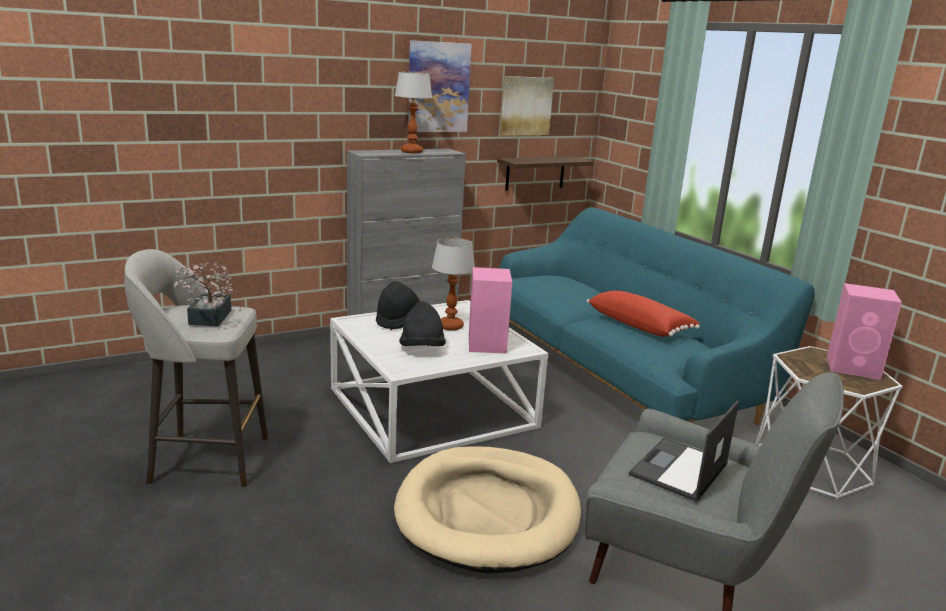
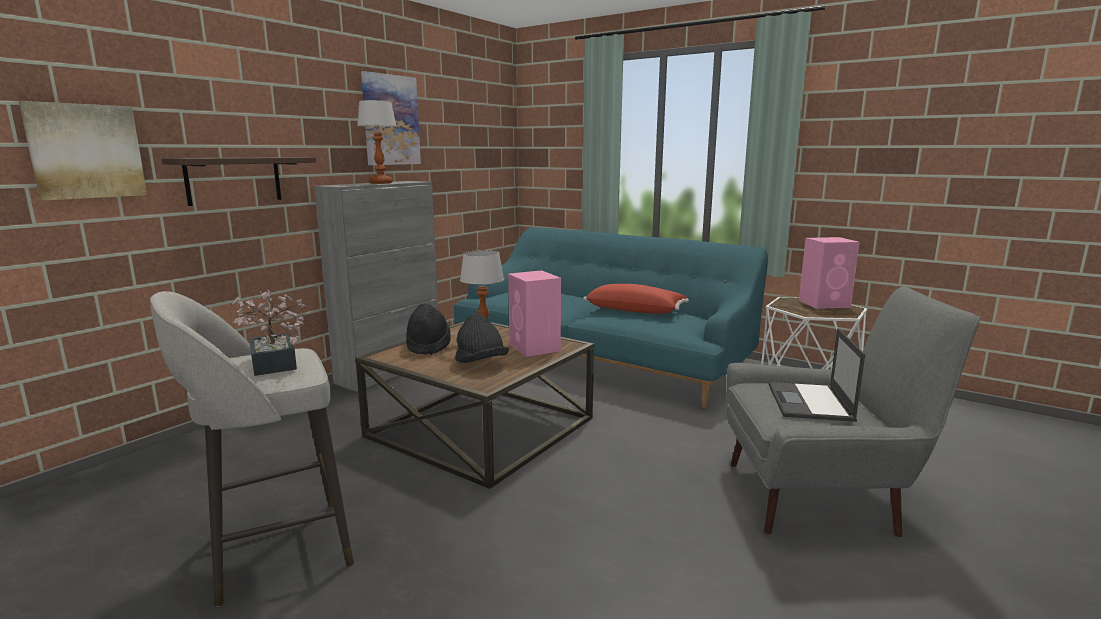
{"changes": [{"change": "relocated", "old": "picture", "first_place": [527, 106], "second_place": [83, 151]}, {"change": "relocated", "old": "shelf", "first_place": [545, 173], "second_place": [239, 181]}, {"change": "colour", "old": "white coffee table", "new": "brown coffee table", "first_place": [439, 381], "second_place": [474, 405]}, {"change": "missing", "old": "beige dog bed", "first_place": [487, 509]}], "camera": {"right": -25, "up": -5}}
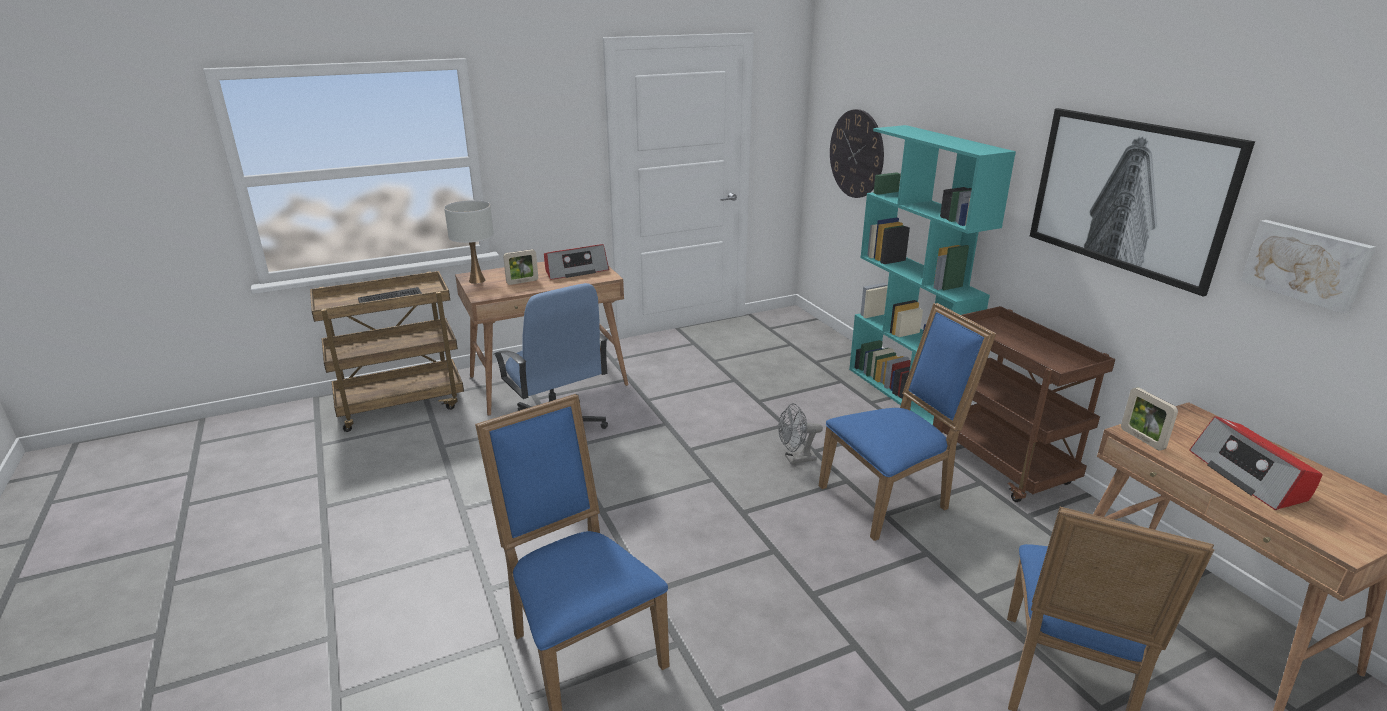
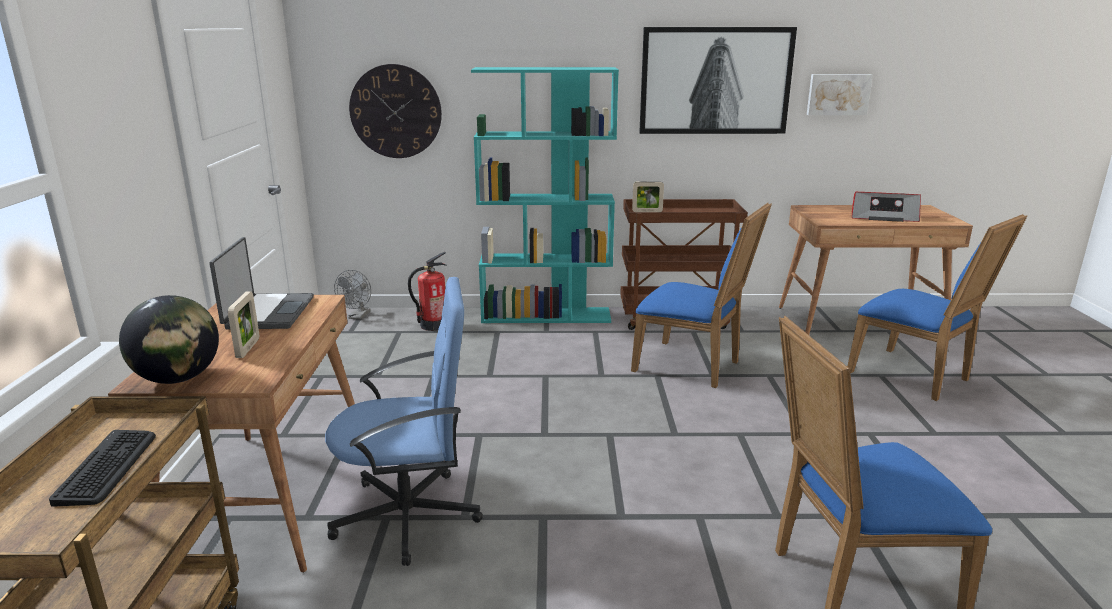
{"changes": [{"change": "exchanged", "old": "white table lamp", "new": "globe", "first_place": [469, 242], "second_place": [169, 339]}, {"change": "exchanged", "old": "radio", "new": "laptop", "first_place": [576, 262], "second_place": [261, 283]}, {"change": "relocated", "old": "grey fan", "first_place": [800, 433], "second_place": [352, 295]}, {"change": "appeared", "new": "fire extinguisher", "second_place": [427, 291]}, {"change": "spun", "old": "blue chair", "first_place": [907, 422], "second_place": [701, 295], "degrees": 120}, {"change": "relocated", "old": "picture frame", "first_place": [1149, 419], "second_place": [648, 197]}], "camera": {"right": -65, "up": -5}}
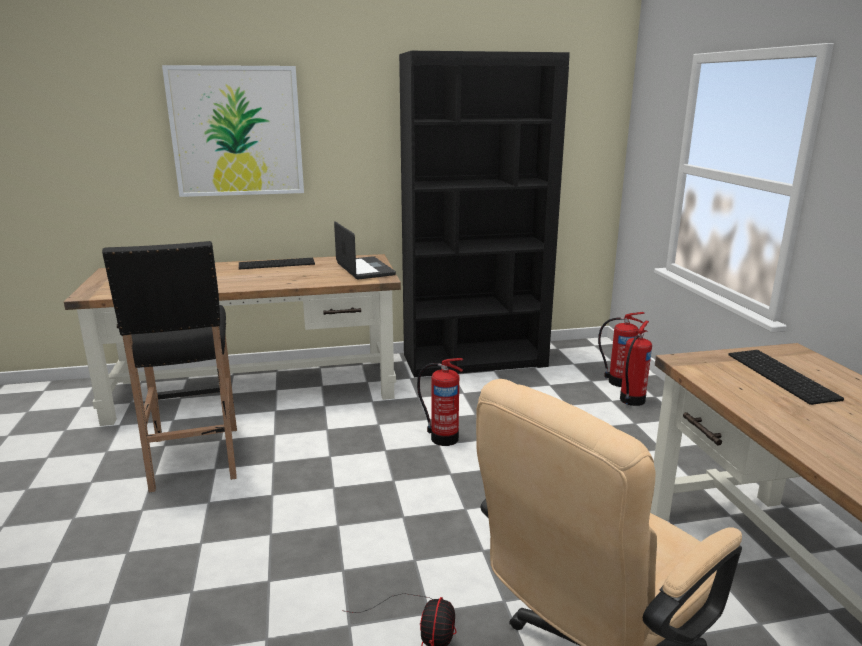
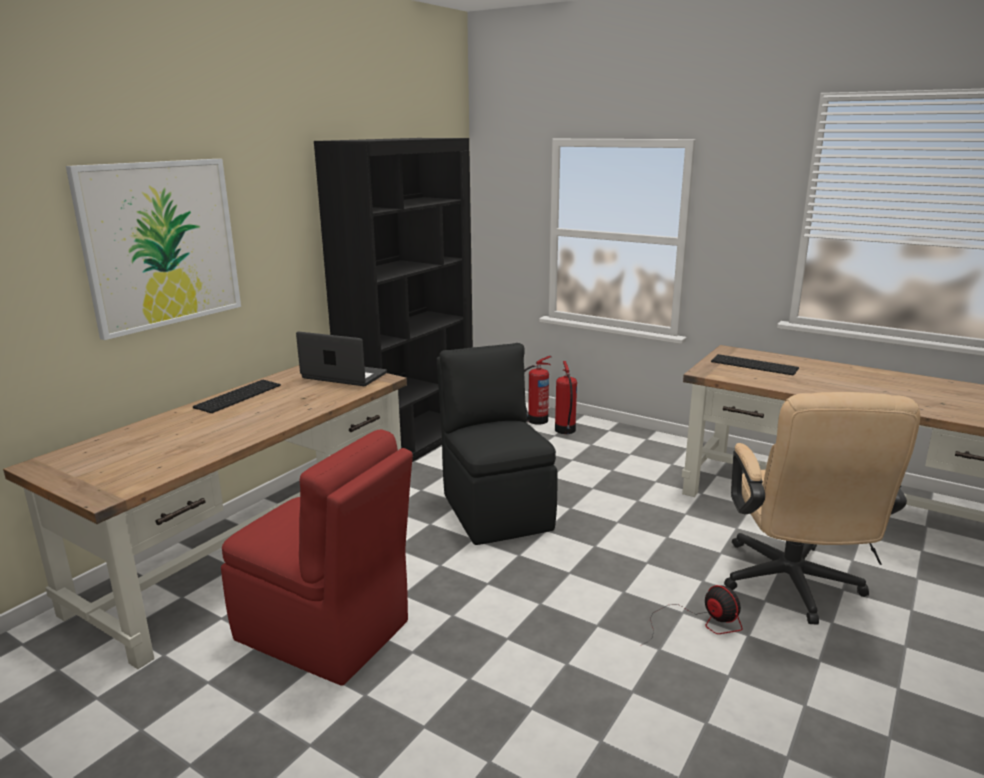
{"changes": [{"change": "exchanged", "old": "black stool", "new": "red chair", "first_place": [169, 367], "second_place": [317, 557]}, {"change": "exchanged", "old": "fire extinguisher", "new": "black chair", "first_place": [440, 402], "second_place": [497, 444]}], "camera": {"right": -45, "up": 0}}
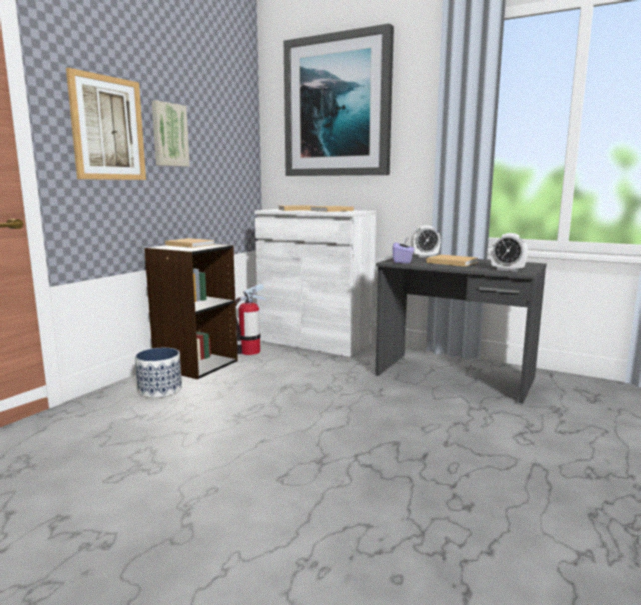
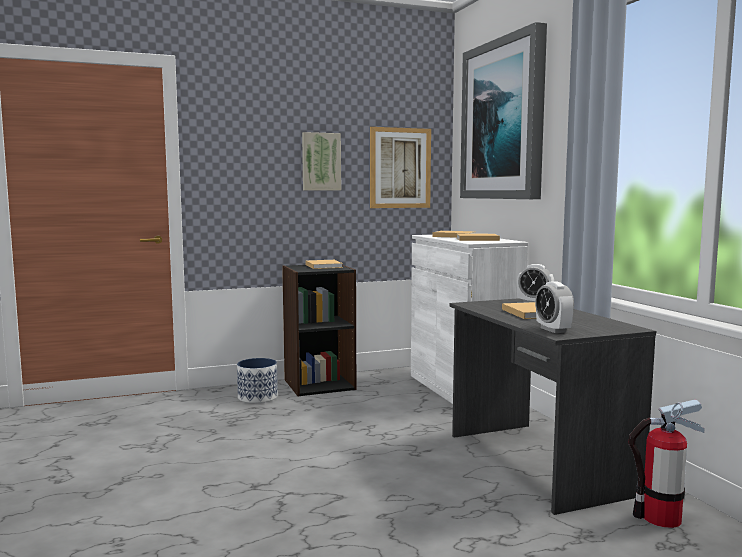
{"changes": [{"change": "relocated", "old": "picture", "first_place": [106, 124], "second_place": [400, 167]}, {"change": "relocated", "old": "fire extinguisher", "first_place": [250, 319], "second_place": [666, 463]}, {"change": "missing", "old": "purple tissue box", "first_place": [403, 251]}], "camera": {"right": 40, "up": -5}}
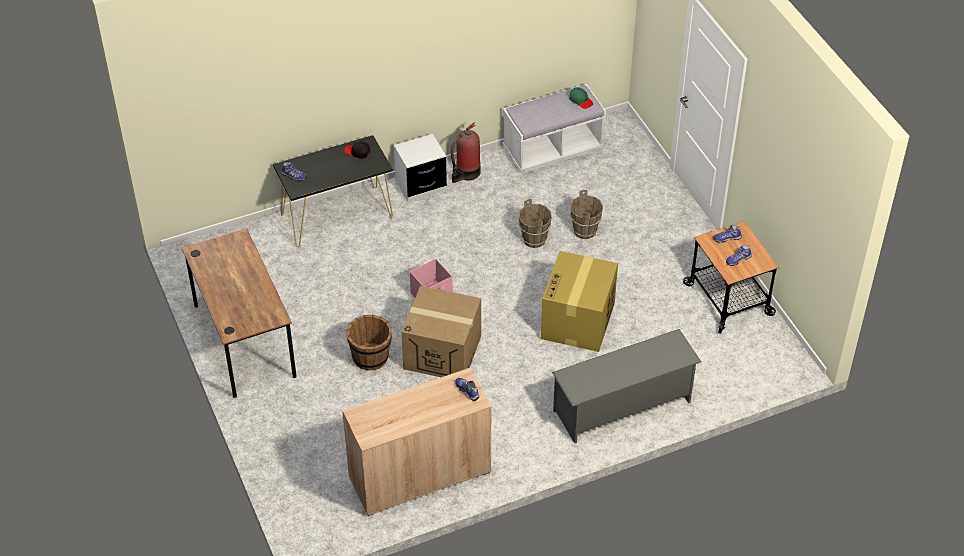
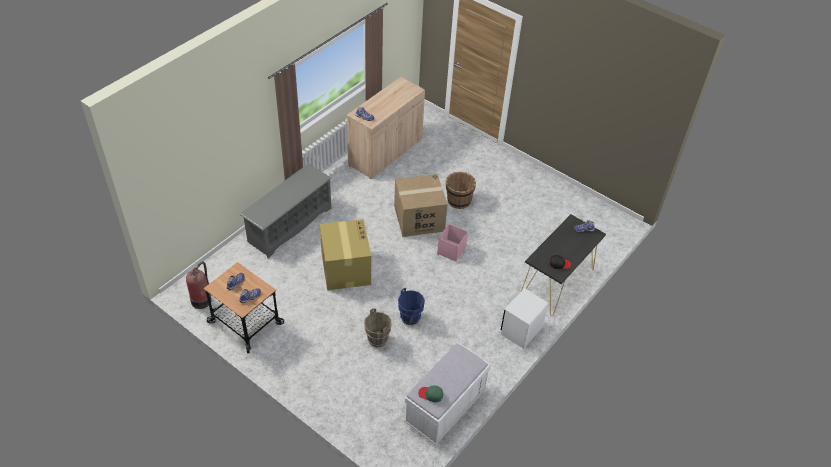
{"changes": [{"change": "relocated", "old": "fire extinguisher", "first_place": [466, 152], "second_place": [198, 285]}, {"change": "colour", "old": "brown bucket", "new": "blue bucket", "first_place": [535, 223], "second_place": [411, 306]}, {"change": "missing", "old": "brown desk", "first_place": [239, 313]}], "camera": {"right": 150, "up": 0}}
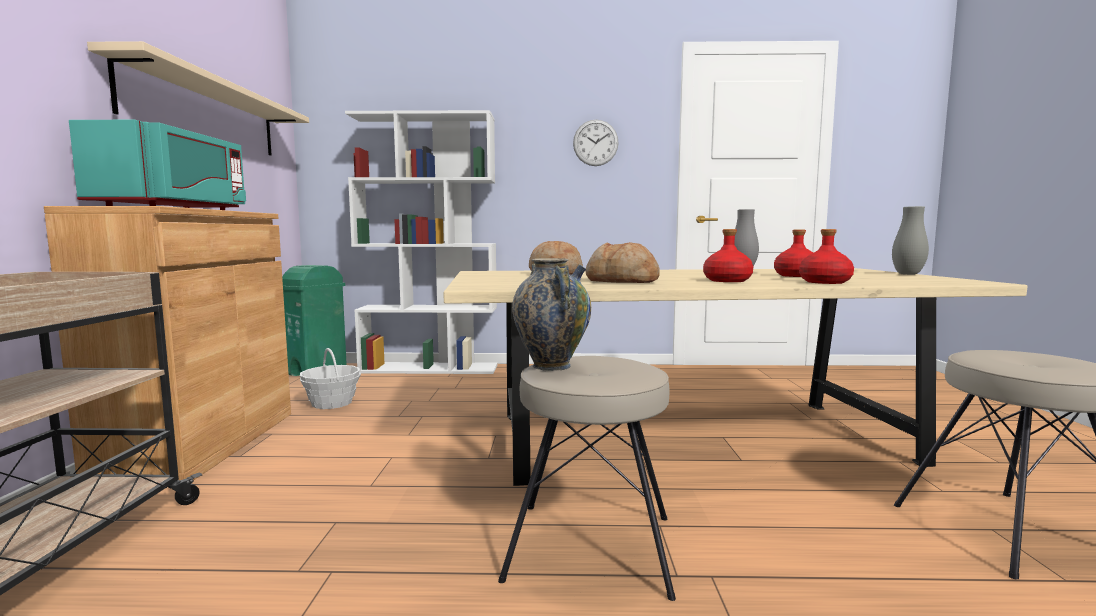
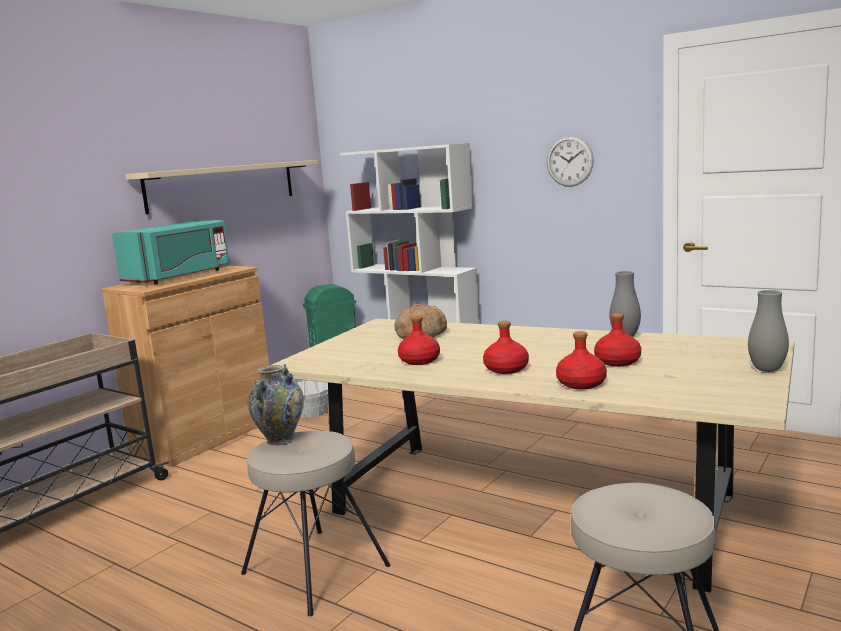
{"changes": [{"change": "exchanged", "old": "bread", "new": "red bottle", "first_place": [622, 262], "second_place": [419, 340]}], "camera": {"right": 35, "up": 5}}
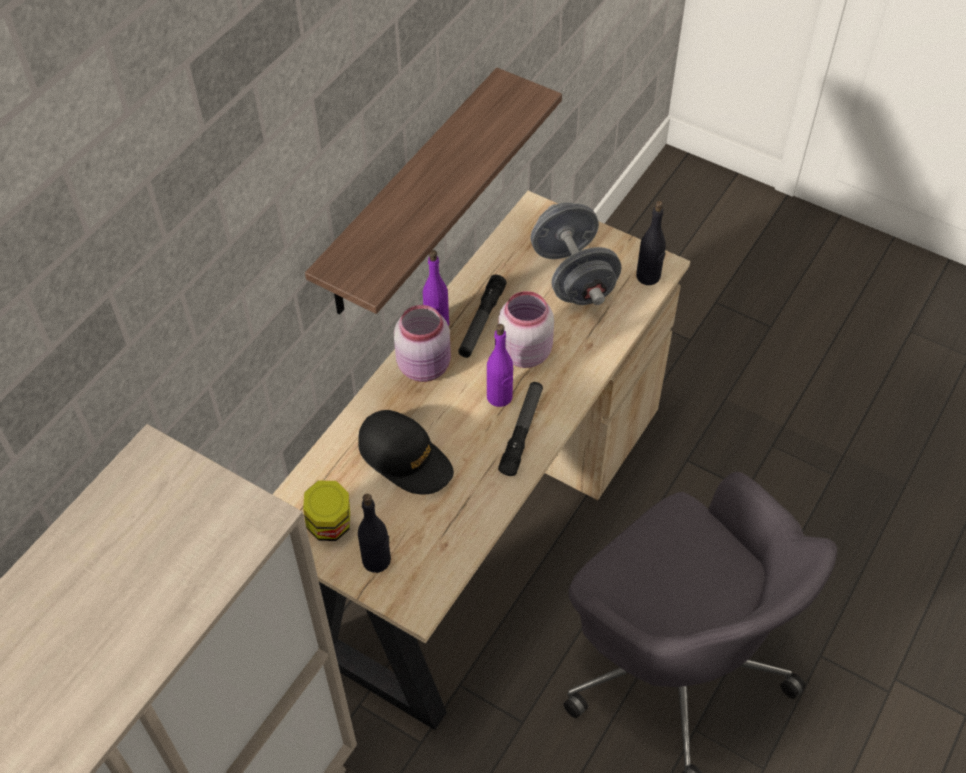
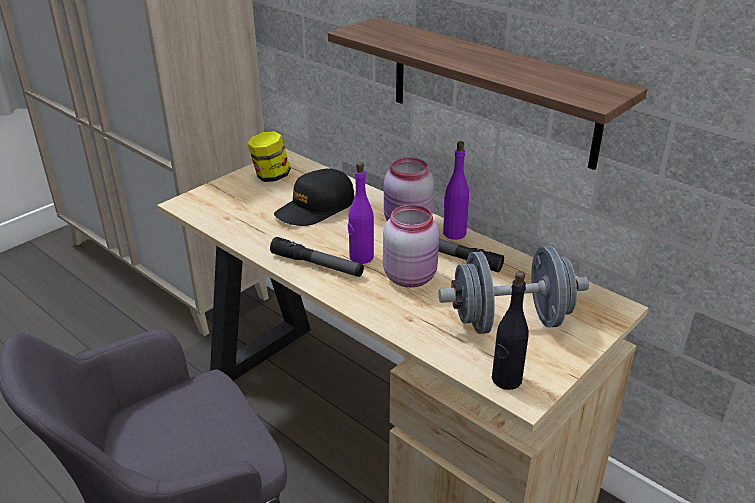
{"changes": [{"change": "missing", "old": "black bottle", "first_place": [374, 533]}], "camera": {"right": 100, "up": -20}}
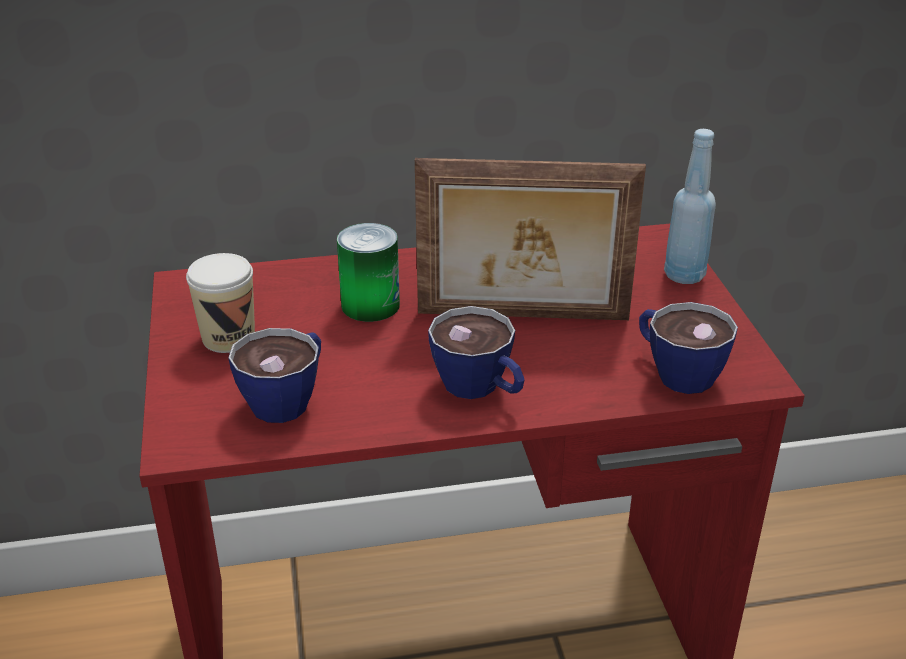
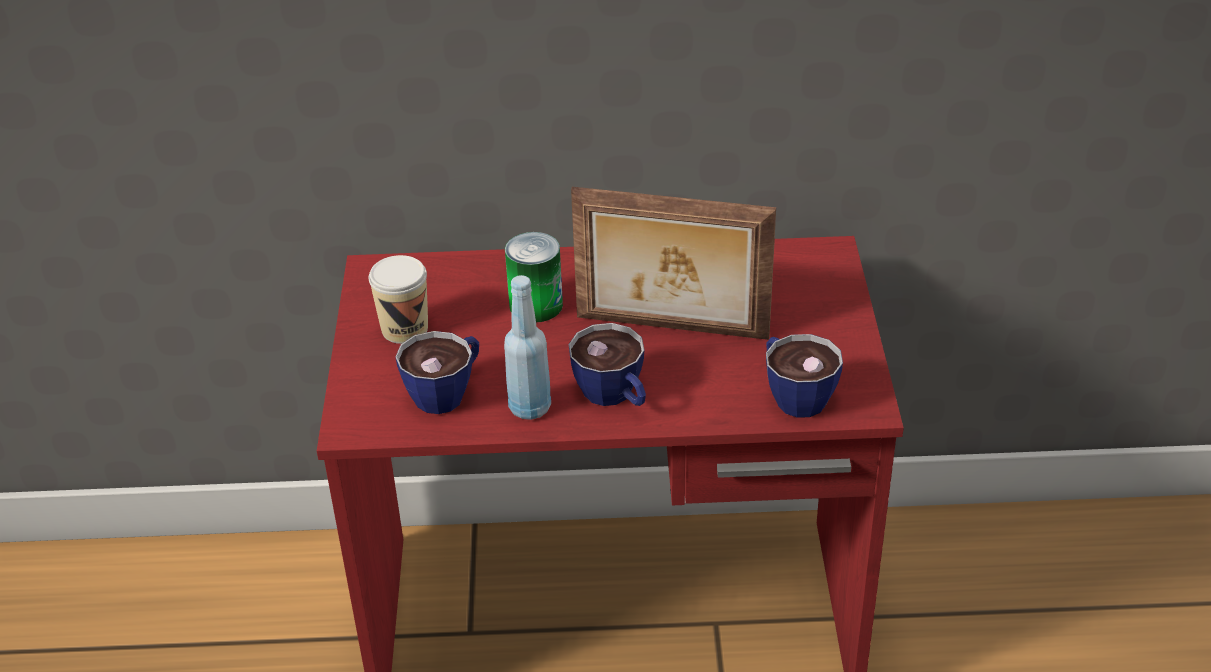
{"changes": [{"change": "relocated", "old": "blue bottle", "first_place": [690, 206], "second_place": [527, 347]}], "camera": {"right": 10, "up": 5}}
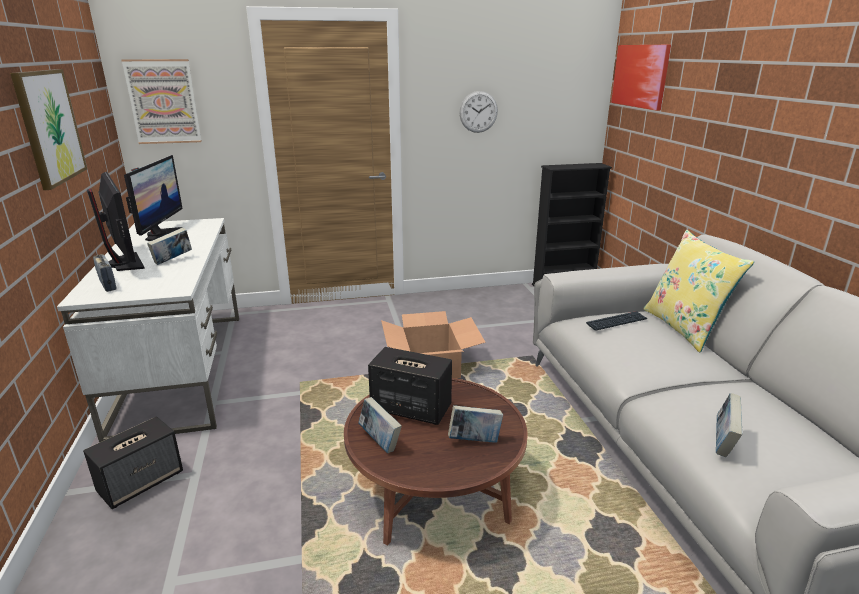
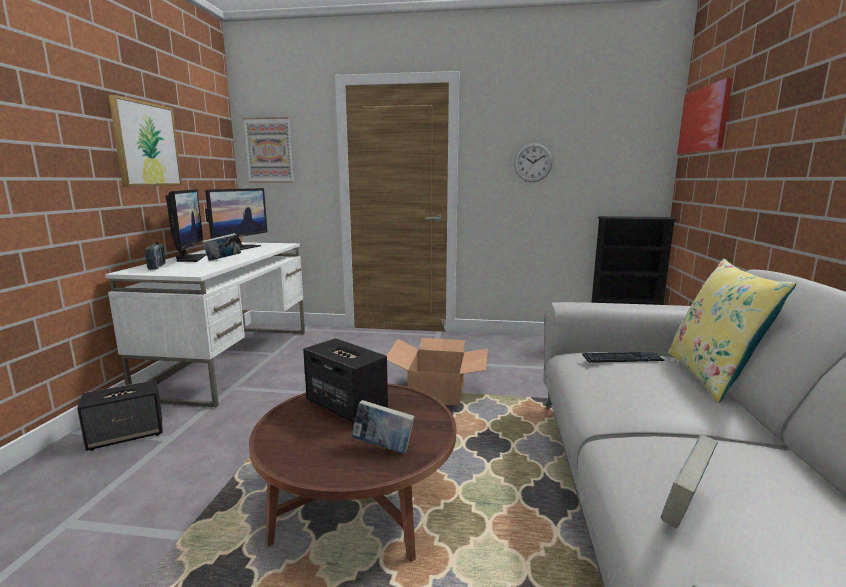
{"changes": [{"change": "missing", "old": "book", "first_place": [380, 425]}], "camera": {"right": 20, "up": -10}}
